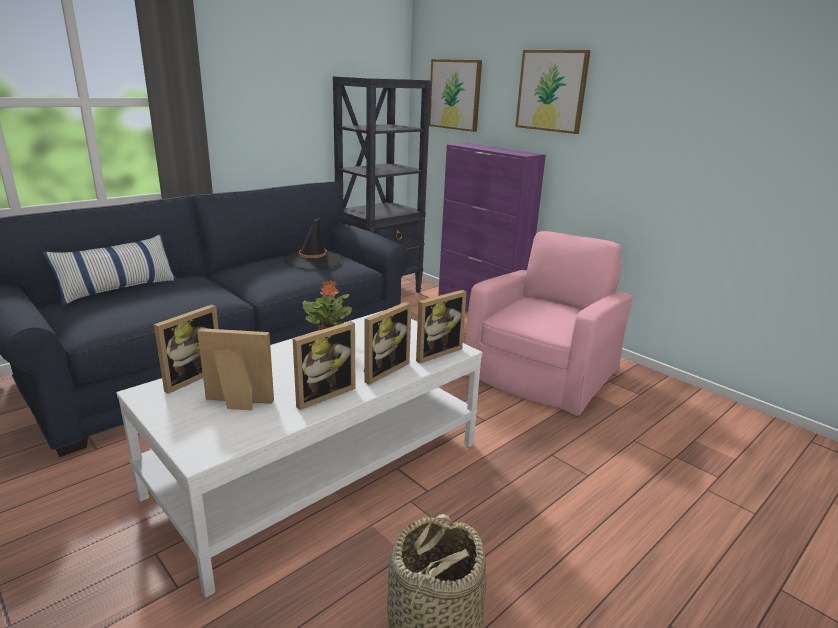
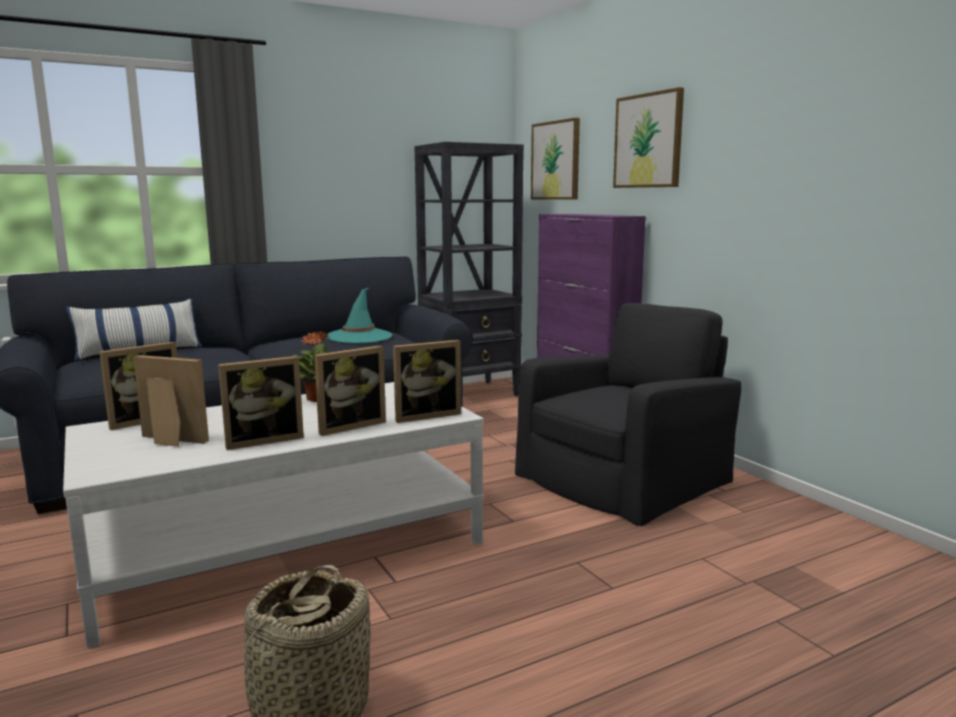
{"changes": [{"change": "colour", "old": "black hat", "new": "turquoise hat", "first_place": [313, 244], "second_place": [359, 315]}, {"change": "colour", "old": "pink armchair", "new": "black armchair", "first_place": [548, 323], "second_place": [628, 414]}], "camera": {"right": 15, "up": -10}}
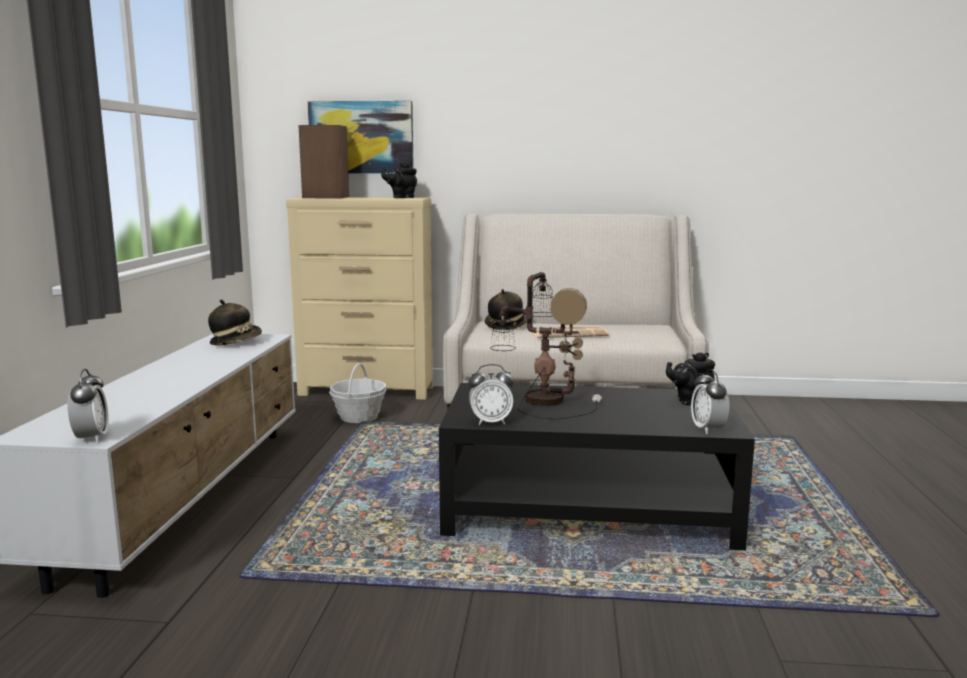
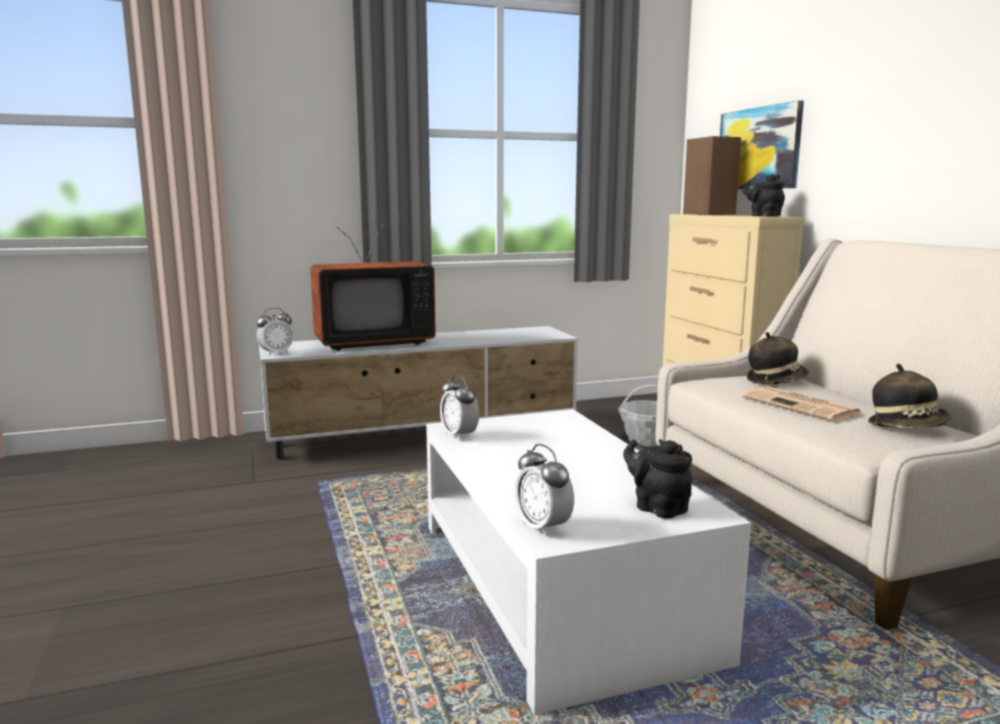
{"changes": [{"change": "appeared", "new": "television", "second_place": [373, 286]}, {"change": "colour", "old": "black coffee table", "new": "white coffee table", "first_place": [597, 466], "second_place": [588, 562]}, {"change": "spun", "old": "alarm clock", "first_place": [710, 401], "second_place": [544, 490], "degrees": -90}, {"change": "relocated", "old": "hat", "first_place": [235, 322], "second_place": [909, 396]}, {"change": "missing", "old": "table lamp", "first_place": [546, 346]}], "camera": {"right": 65, "up": 0}}
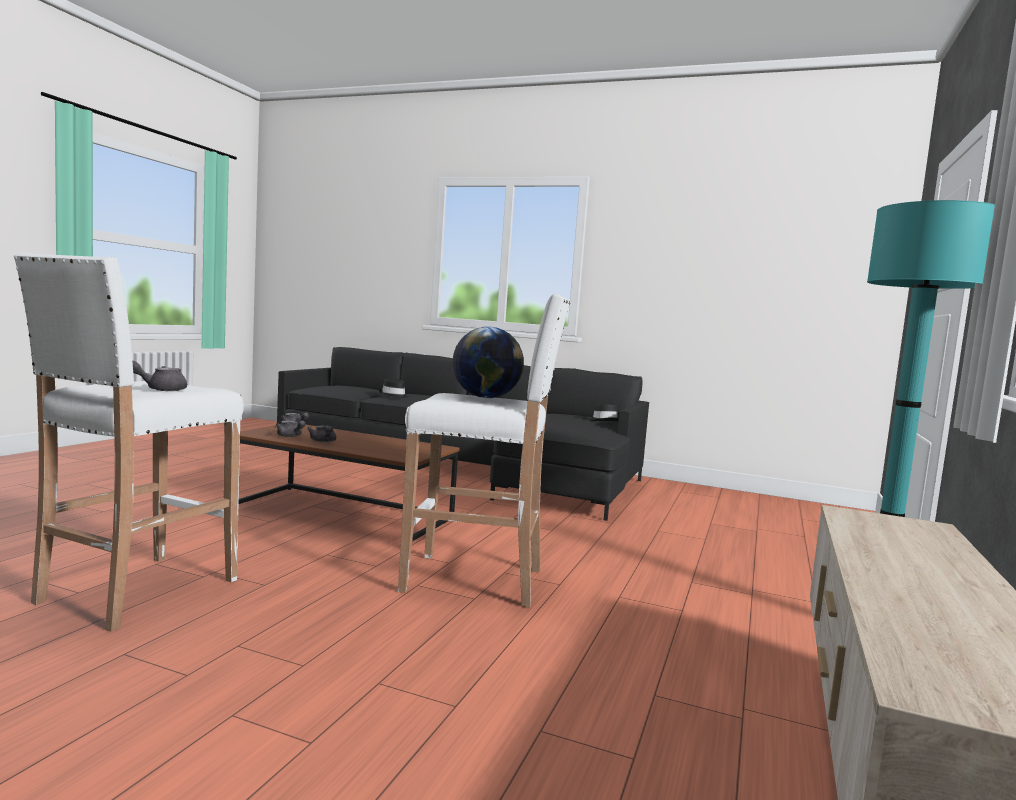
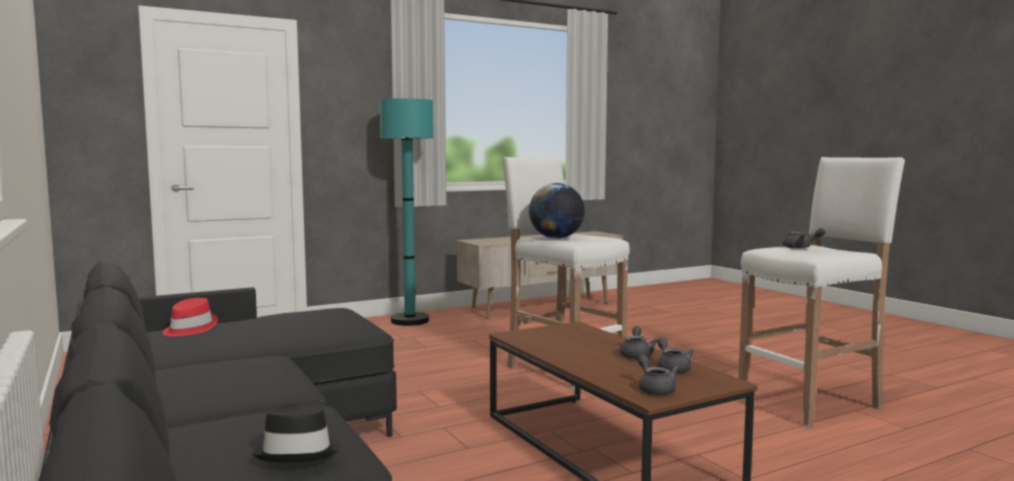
{"changes": [{"change": "colour", "old": "black hat", "new": "red hat", "first_place": [603, 412], "second_place": [190, 317]}], "camera": {"right": -140, "up": 0}}
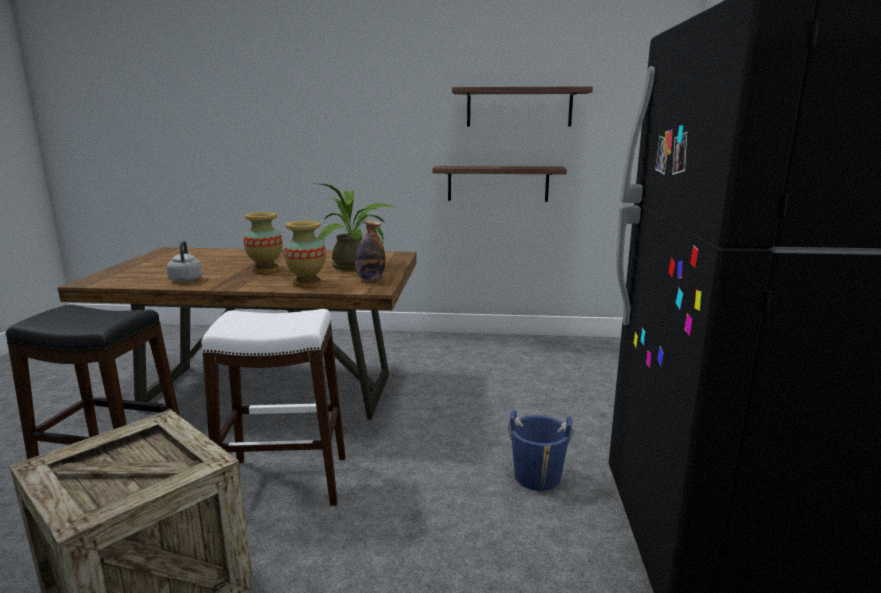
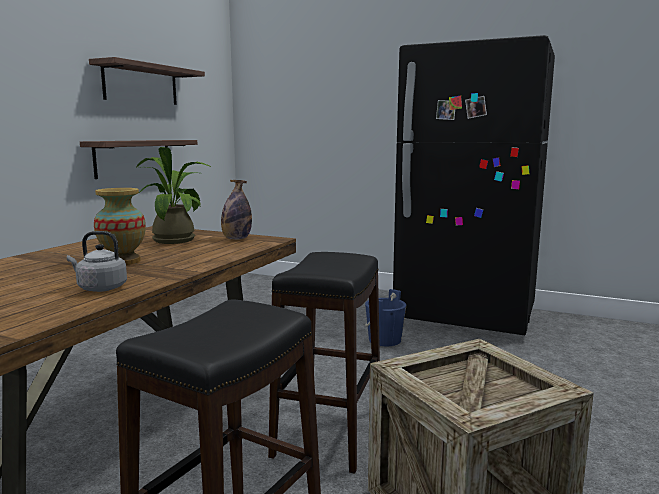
{"changes": [{"change": "colour", "old": "white stool", "new": "black stool", "first_place": [273, 407], "second_place": [324, 363]}, {"change": "missing", "old": "vase", "first_place": [305, 254]}], "camera": {"right": -70, "up": -5}}
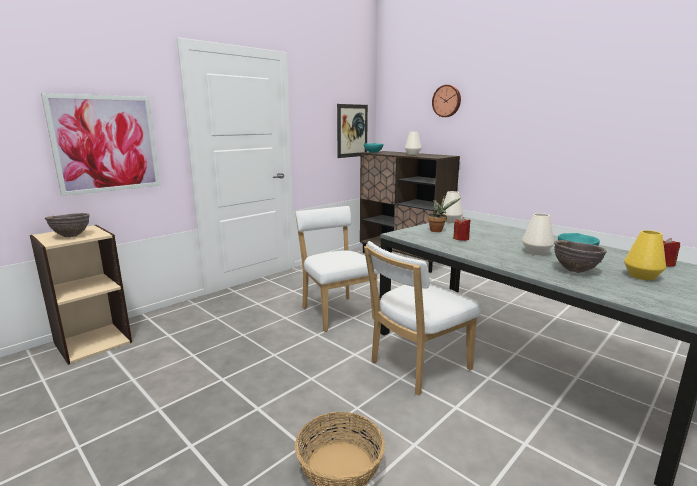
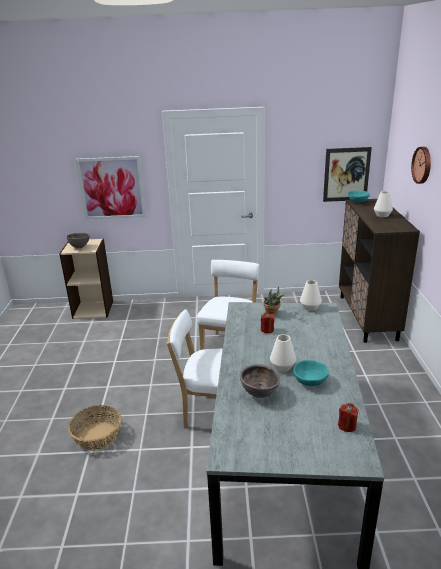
{"changes": [{"change": "missing", "old": "yellow vase", "first_place": [645, 255]}], "camera": {"right": 45, "up": 10}}
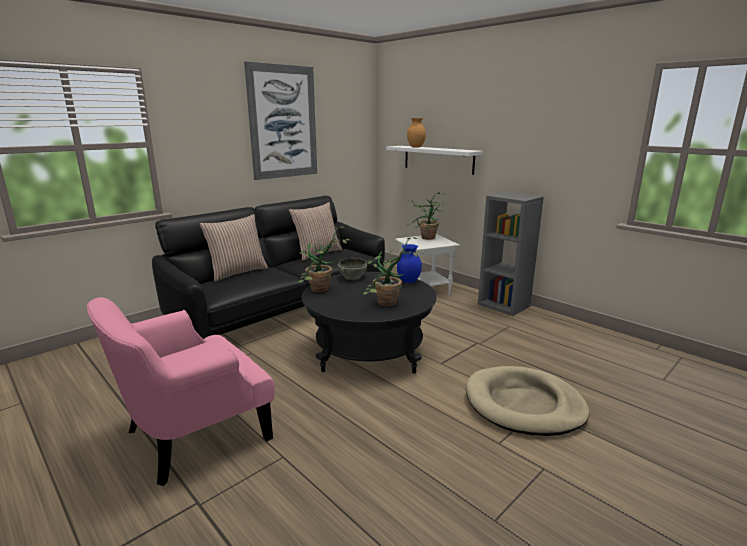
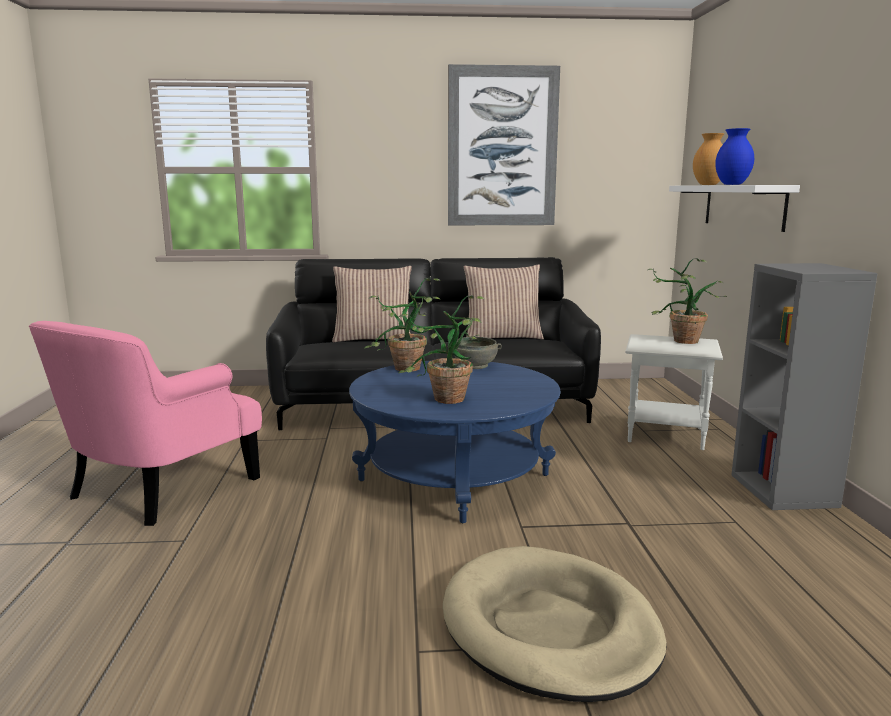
{"changes": [{"change": "spun", "old": "pink armchair", "first_place": [181, 391], "second_place": [145, 423], "degrees": -60}, {"change": "colour", "old": "black coffee table", "new": "blue coffee table", "first_place": [369, 322], "second_place": [455, 441]}, {"change": "relocated", "old": "blue vase", "first_place": [409, 263], "second_place": [734, 156]}], "camera": {"right": 40, "up": -5}}
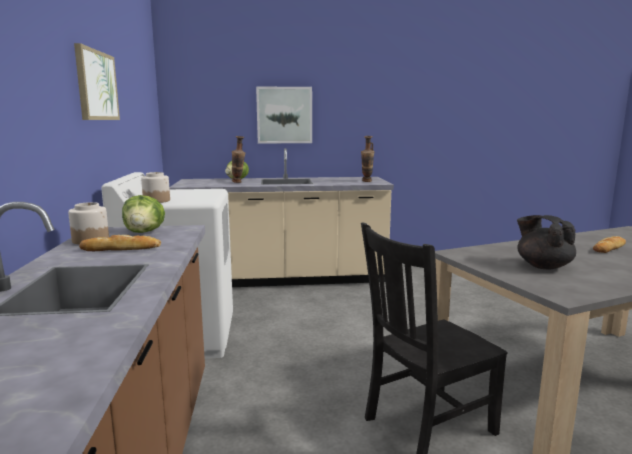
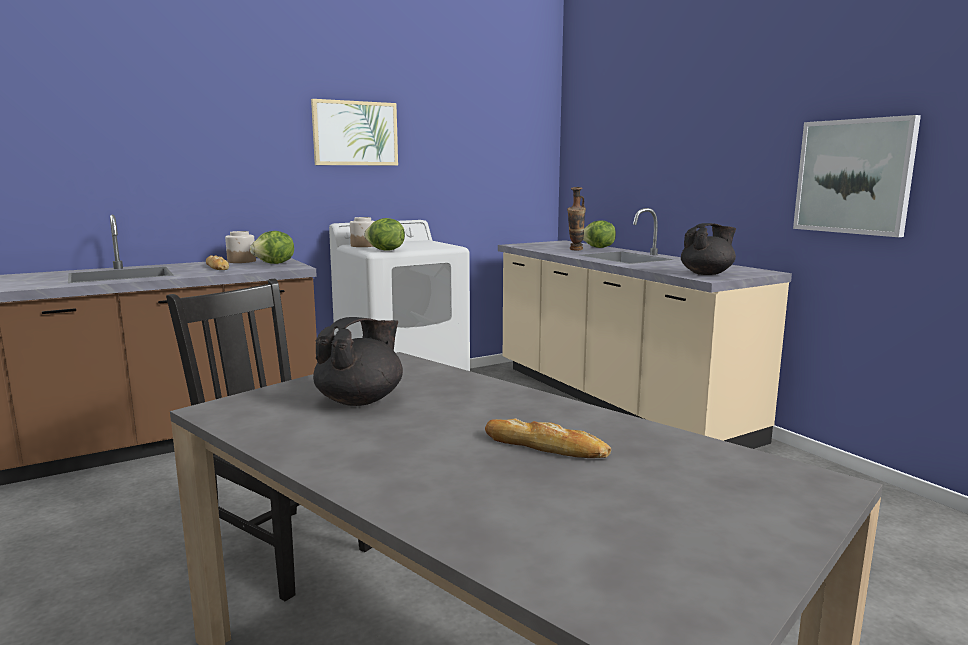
{"changes": [{"change": "appeared", "new": "lettuce", "second_place": [384, 234]}, {"change": "exchanged", "old": "vase", "new": "black teapot", "first_place": [367, 159], "second_place": [708, 249]}, {"change": "relocated", "old": "picture", "first_place": [284, 114], "second_place": [857, 176]}], "camera": {"right": 65, "up": 0}}
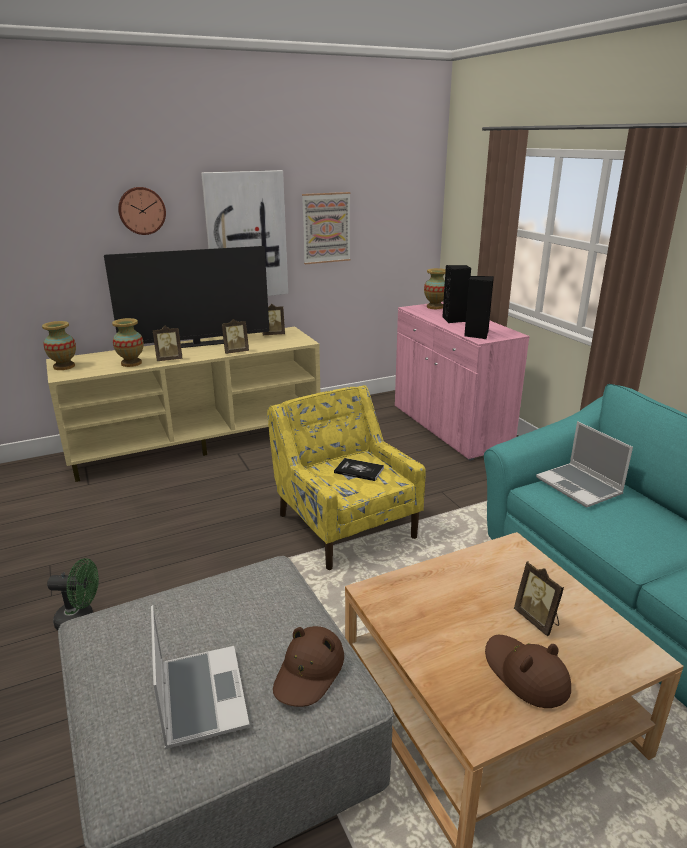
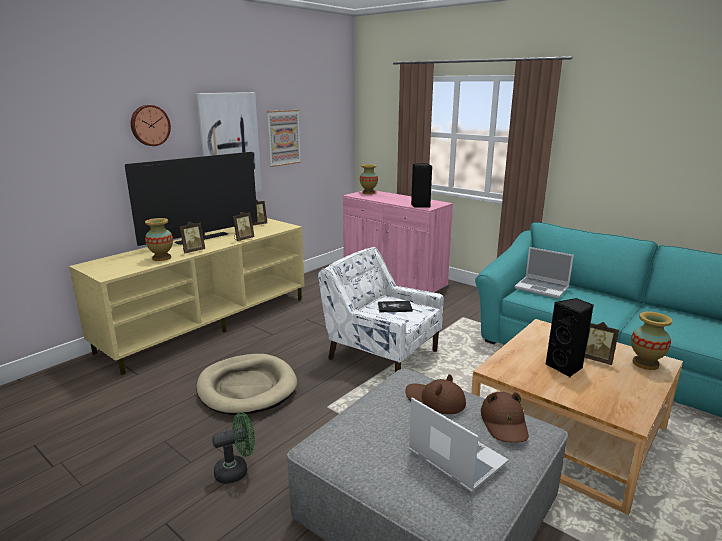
{"changes": [{"change": "appeared", "new": "beige dog bed", "second_place": [246, 384]}, {"change": "colour", "old": "yellow armchair", "new": "white armchair", "first_place": [346, 477], "second_place": [381, 309]}, {"change": "relocated", "old": "brown hat", "first_place": [528, 671], "second_place": [435, 394]}, {"change": "relocated", "old": "black speaker", "first_place": [456, 294], "second_place": [569, 337]}, {"change": "relocated", "old": "vase", "first_place": [59, 345], "second_place": [652, 340]}], "camera": {"right": -25, "up": -5}}
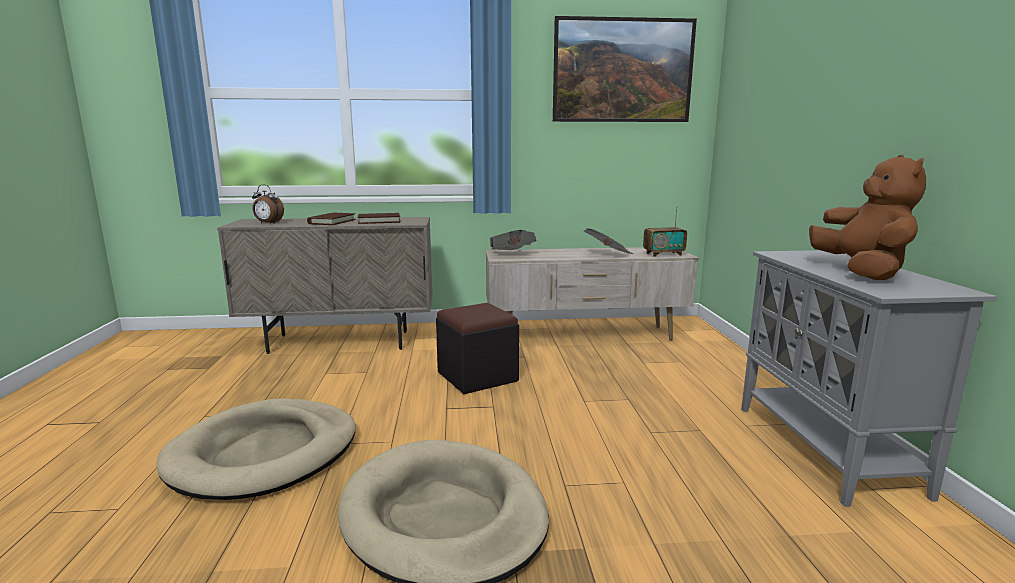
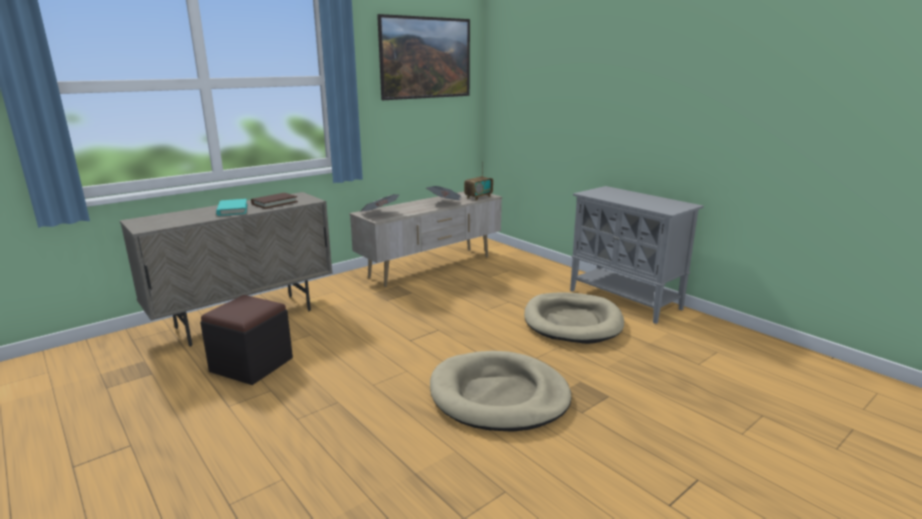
{"changes": [{"change": "relocated", "old": "black ottoman", "first_place": [477, 348], "second_place": [246, 340]}, {"change": "colour", "old": "brown book", "new": "turquoise book", "first_place": [331, 219], "second_place": [231, 207]}, {"change": "relocated", "old": "beige dog bed", "first_place": [256, 449], "second_place": [574, 318]}, {"change": "missing", "old": "alarm clock", "first_place": [268, 204]}, {"change": "missing", "old": "brown plush toy", "first_place": [867, 217]}], "camera": {"right": -35, "up": 5}}
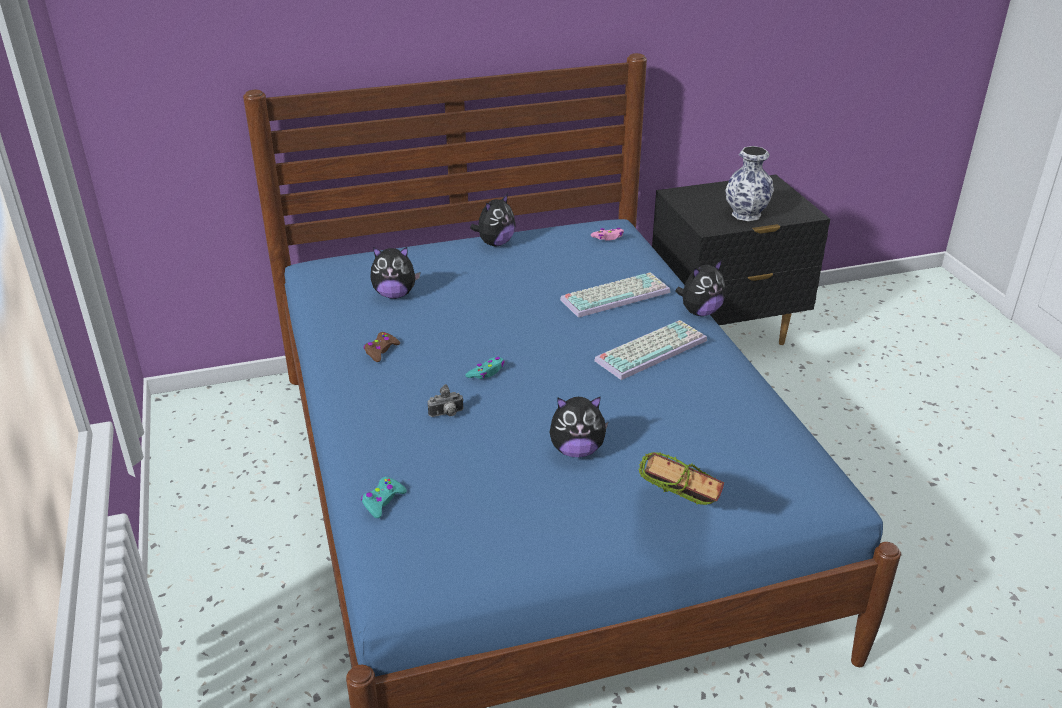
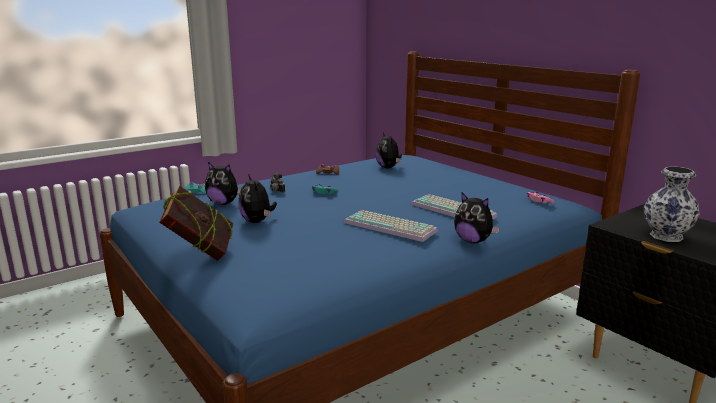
{"changes": [{"change": "relocated", "old": "plush toy", "first_place": [493, 219], "second_place": [223, 183]}], "camera": {"right": 70, "up": -15}}
